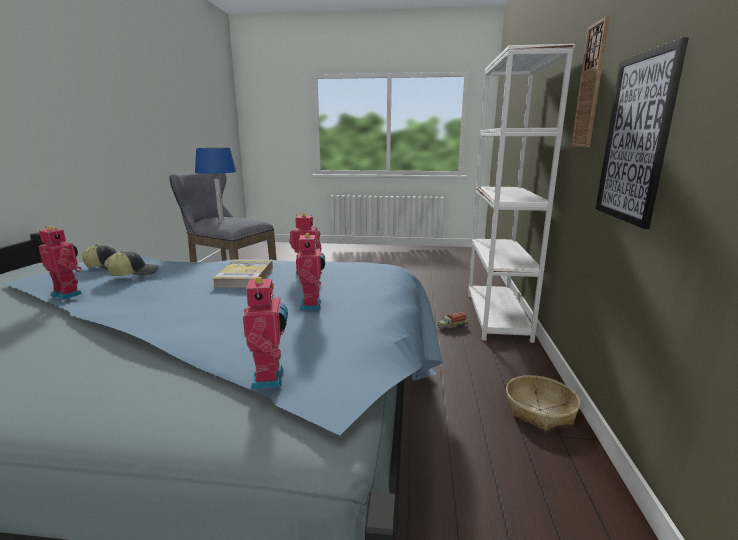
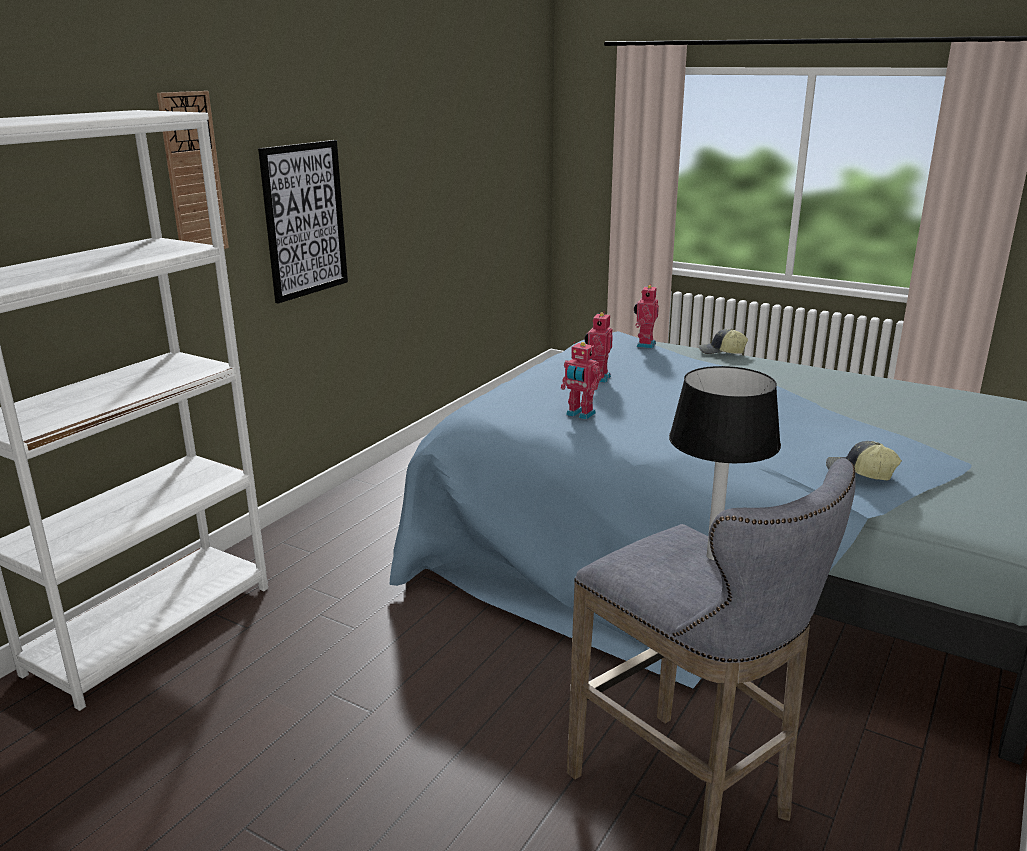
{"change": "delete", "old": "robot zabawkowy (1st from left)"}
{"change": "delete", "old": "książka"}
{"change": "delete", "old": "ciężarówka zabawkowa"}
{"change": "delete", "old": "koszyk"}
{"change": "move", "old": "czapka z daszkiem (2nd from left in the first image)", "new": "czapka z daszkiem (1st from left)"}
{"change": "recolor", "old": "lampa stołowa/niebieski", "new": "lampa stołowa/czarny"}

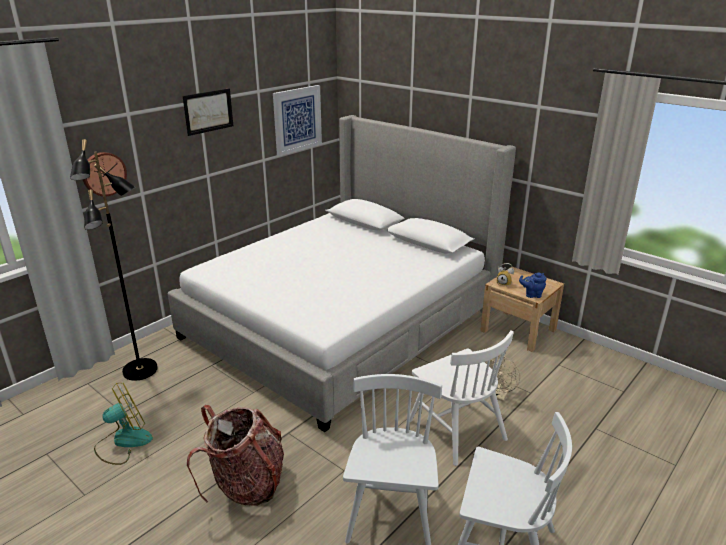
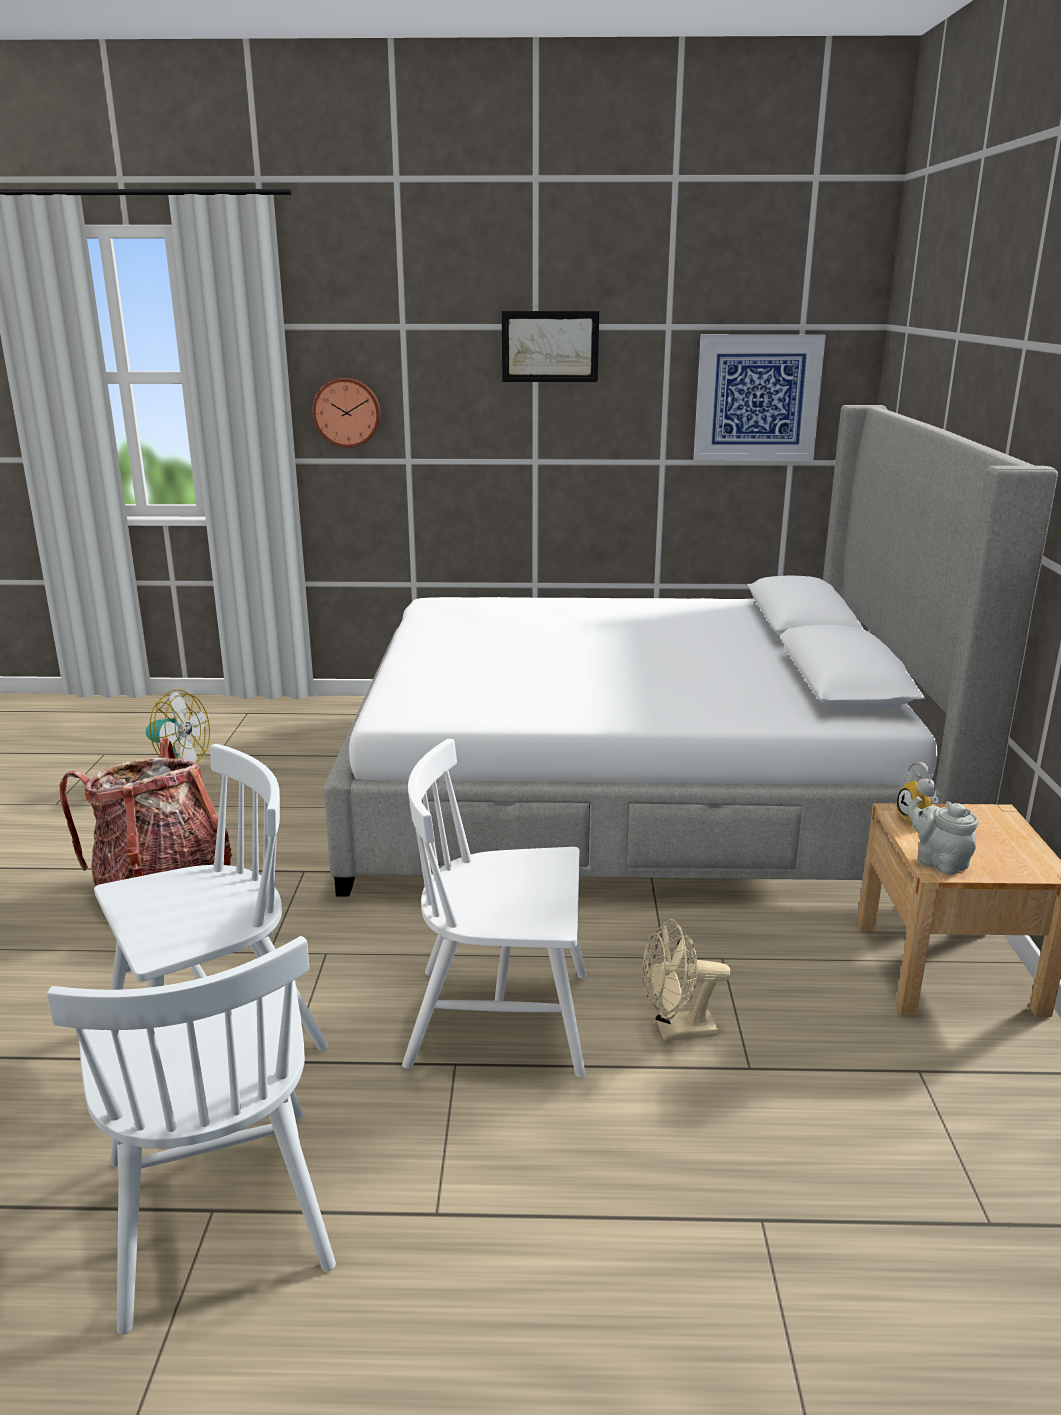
{"change": "delete", "old": "lampa stojąca/czarny"}
{"change": "recolor", "old": "imbryk/niebieski", "new": "imbryk/szary"}
{"change": "rotate", "old": "krzesło/biały (2nd from left in the first image)", "degrees": 75}

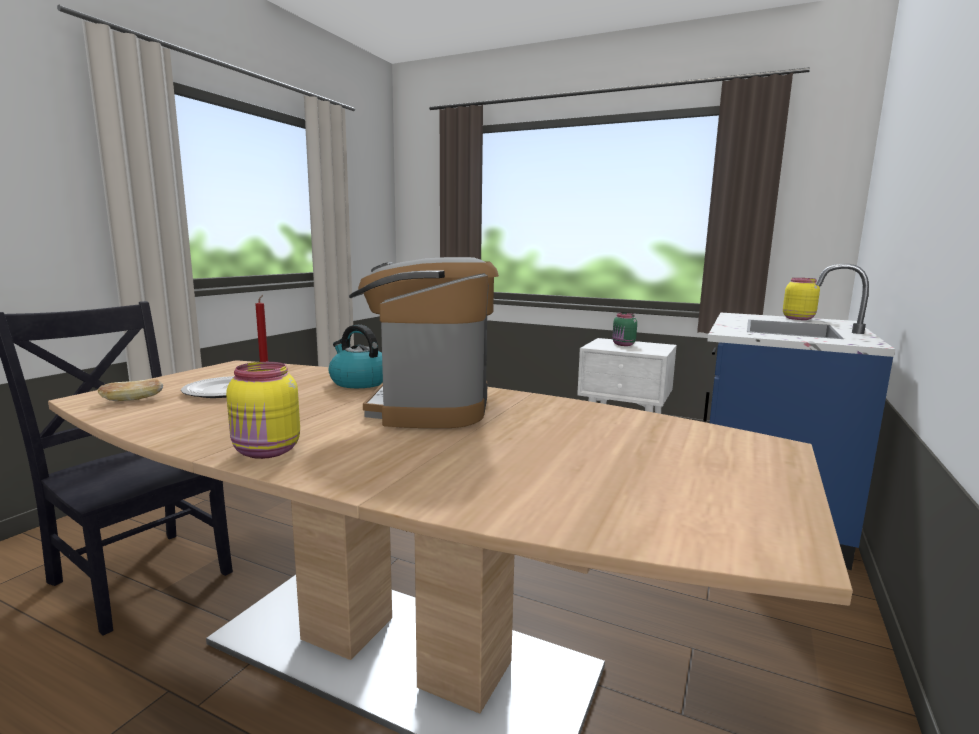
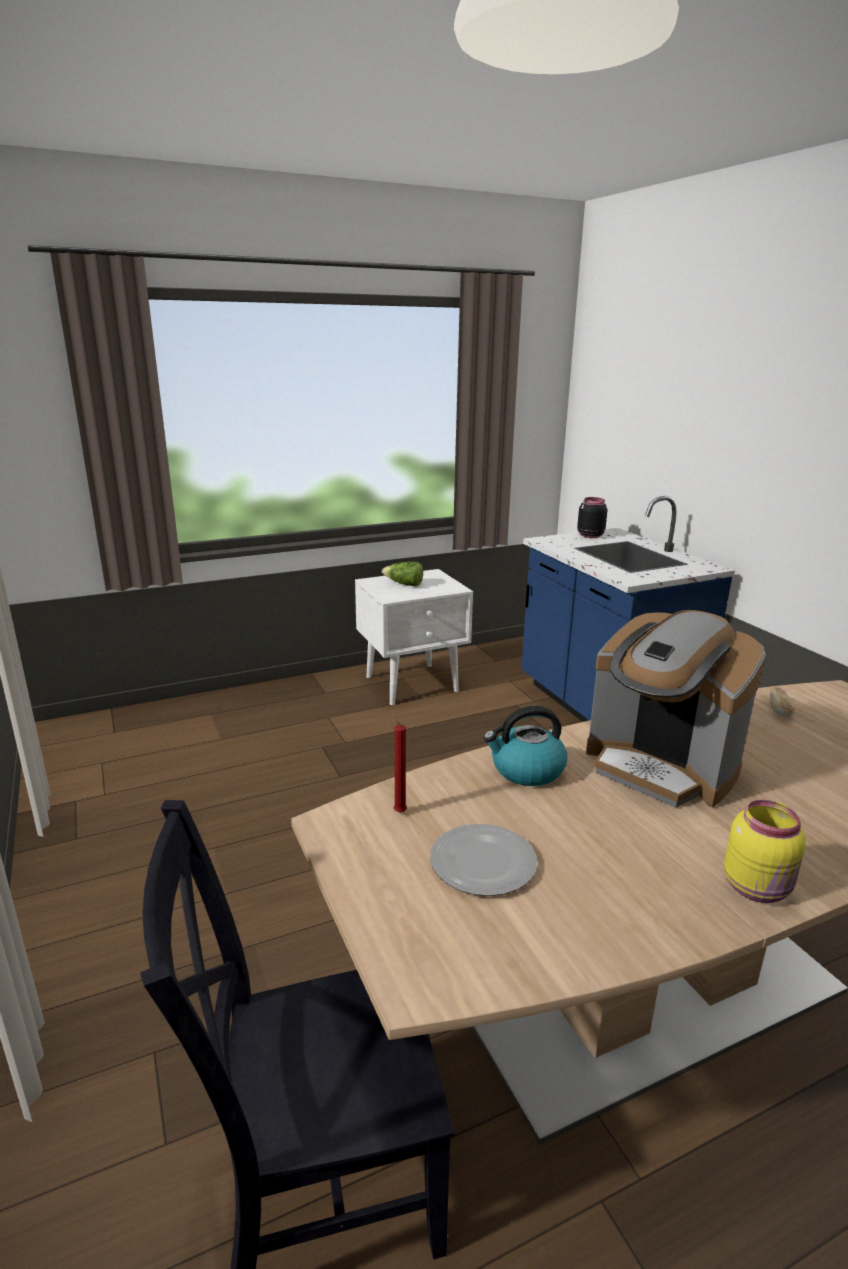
{"change": "move", "old": "chleb"}
{"change": "replace", "old": "słoik/zielony", "new": "sałata"}
{"change": "recolor", "old": "słoik/żółty (2nd from left)", "new": "słoik/czarny"}

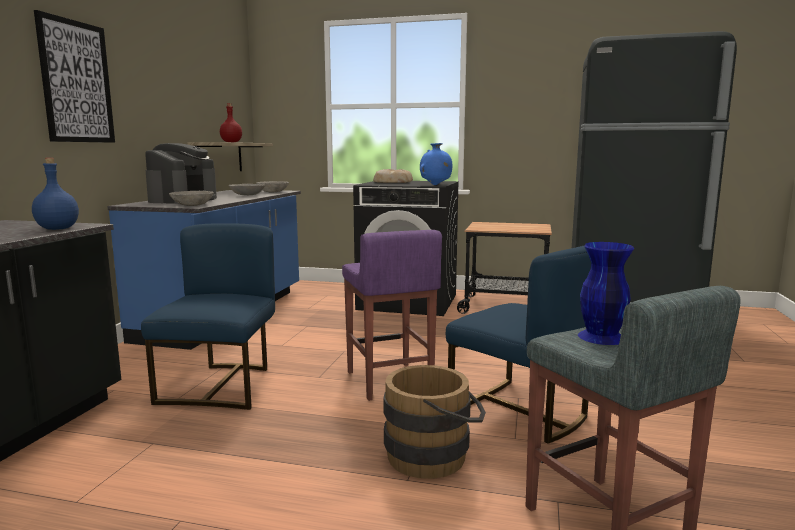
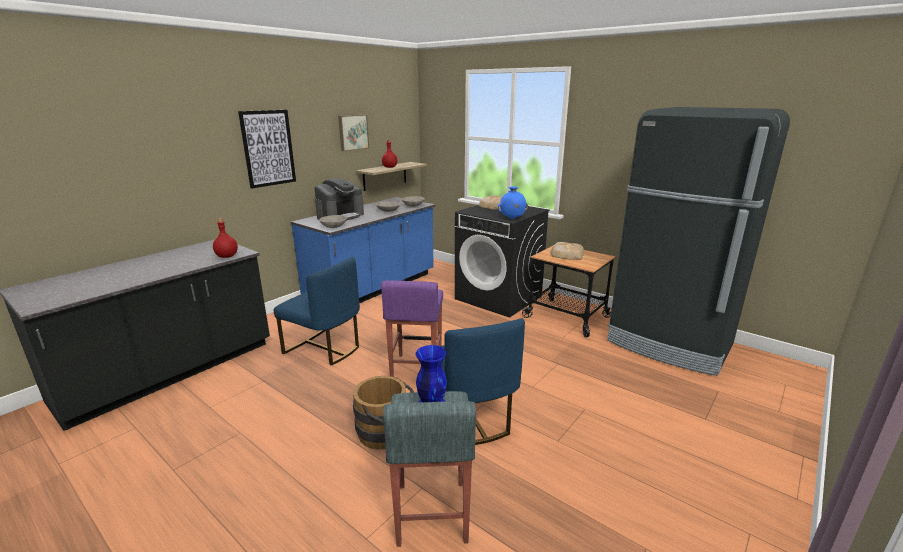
{"change": "insert", "new": "obraz (2nd from left)"}
{"change": "insert", "new": "chleb (2nd from left)"}
{"change": "recolor", "old": "butelka/niebieski", "new": "butelka/czerwony (1st from left)"}
{"change": "rotate", "old": "krzesło/niebieski (1st from left)", "degrees": 90}

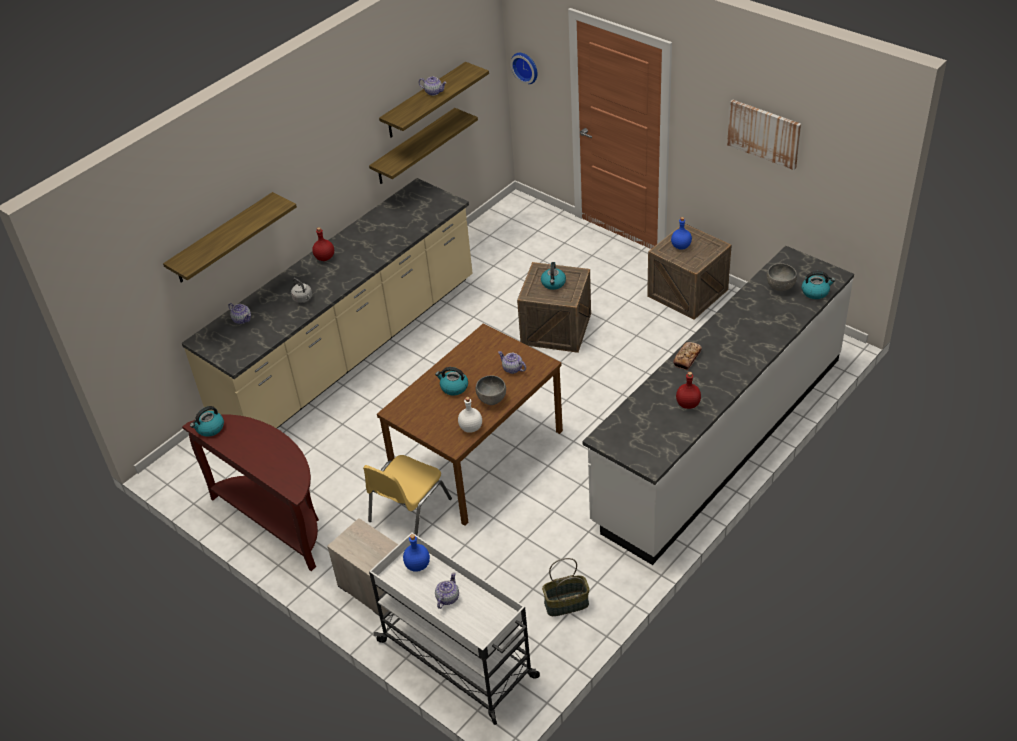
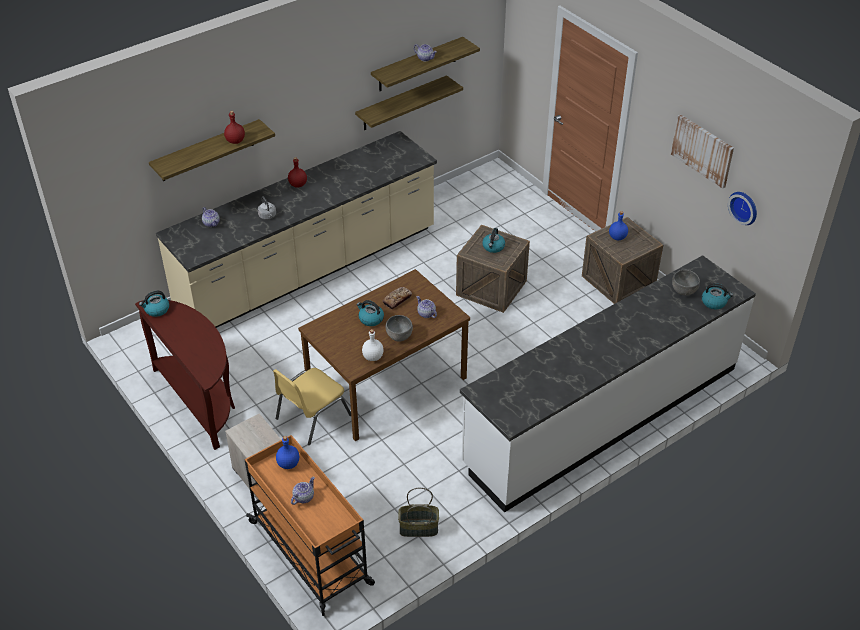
{"change": "move", "old": "zegar ścienny"}
{"change": "move", "old": "chleb"}
{"change": "move", "old": "butelka/czerwony (2nd from left in the first image)", "new": "butelka/czerwony (1st from left)"}
{"change": "recolor", "old": "wózek/biały", "new": "wózek/pomarańczowy"}

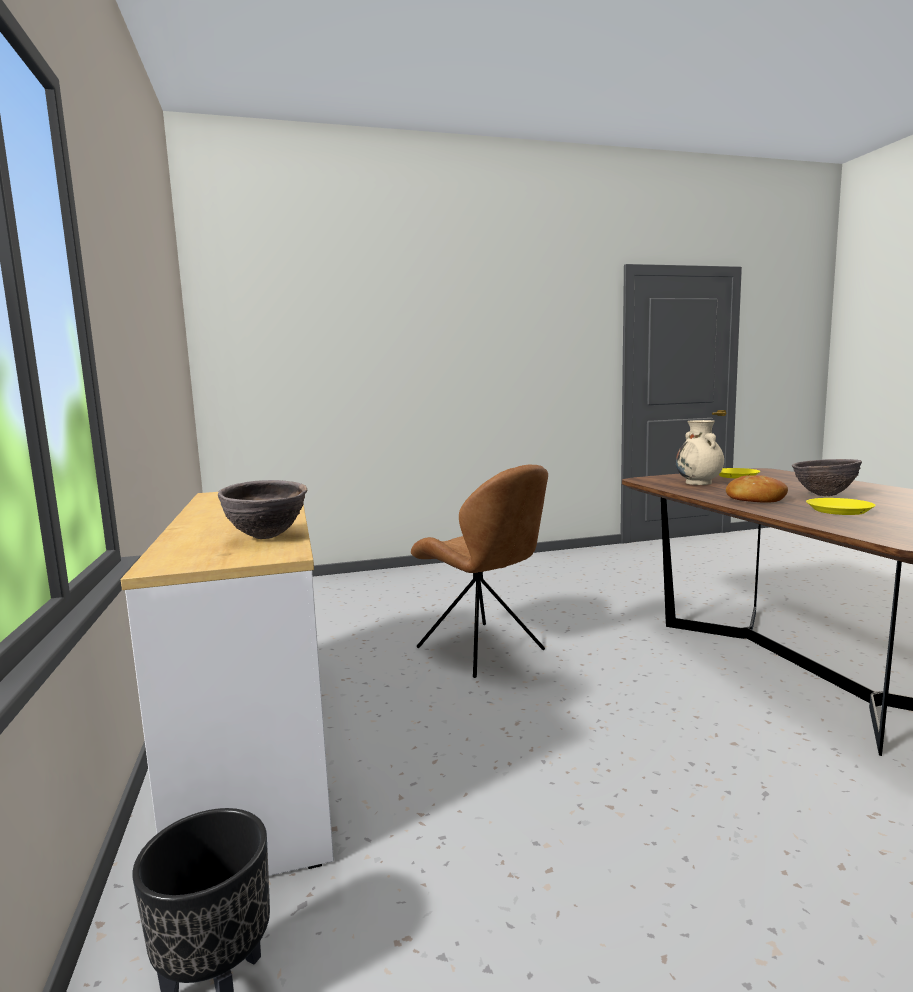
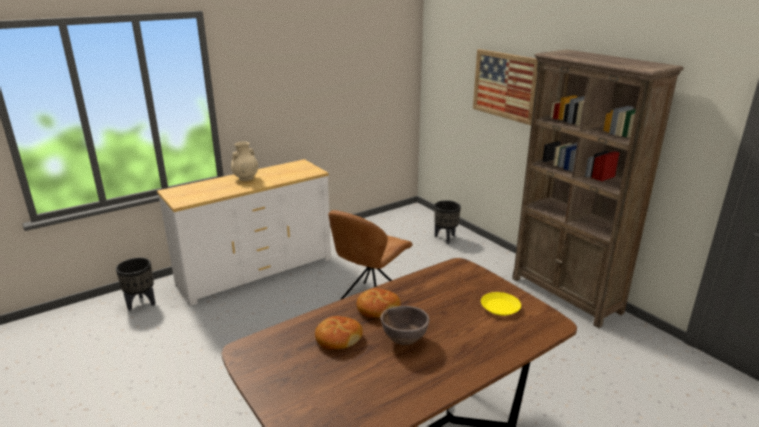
{"change": "delete", "old": "miska/brązowy (1st from left)"}
{"change": "insert", "new": "donica/czarny (2nd from left)"}
{"change": "insert", "new": "obraz"}
{"change": "insert", "new": "regał/brązowy"}
{"change": "move", "old": "wazon/beżowy"}
{"change": "replace", "old": "talerz/żółty (2nd from left)", "new": "chleb (1st from left)"}

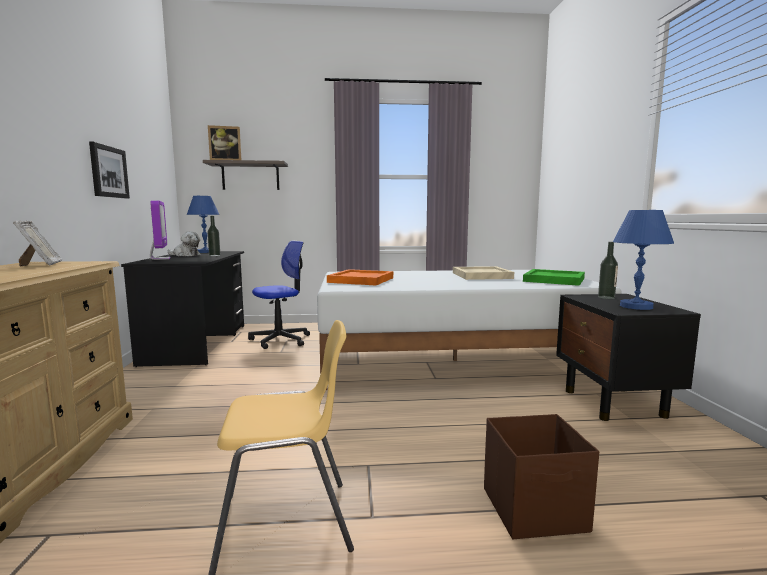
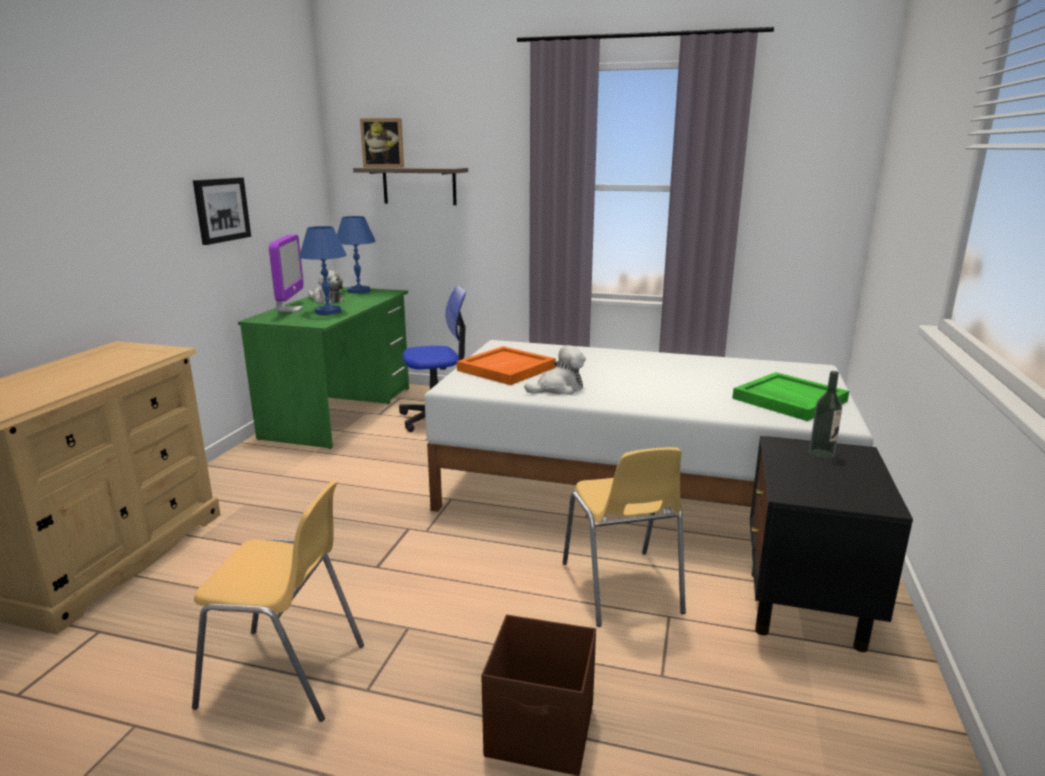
{"change": "delete", "old": "ramka na zdjęcie (1st from left)"}
{"change": "delete", "old": "butelka (1st from left)"}
{"change": "delete", "old": "taca/beżowy"}
{"change": "insert", "new": "pluszak (2nd from left)"}
{"change": "insert", "new": "krzesło/żółty (2nd from left)"}
{"change": "move", "old": "lampa stołowa/niebieski (2nd from left in the first image)", "new": "lampa stołowa/niebieski (1st from left)"}
{"change": "recolor", "old": "biurko/czarny", "new": "biurko/zielony"}

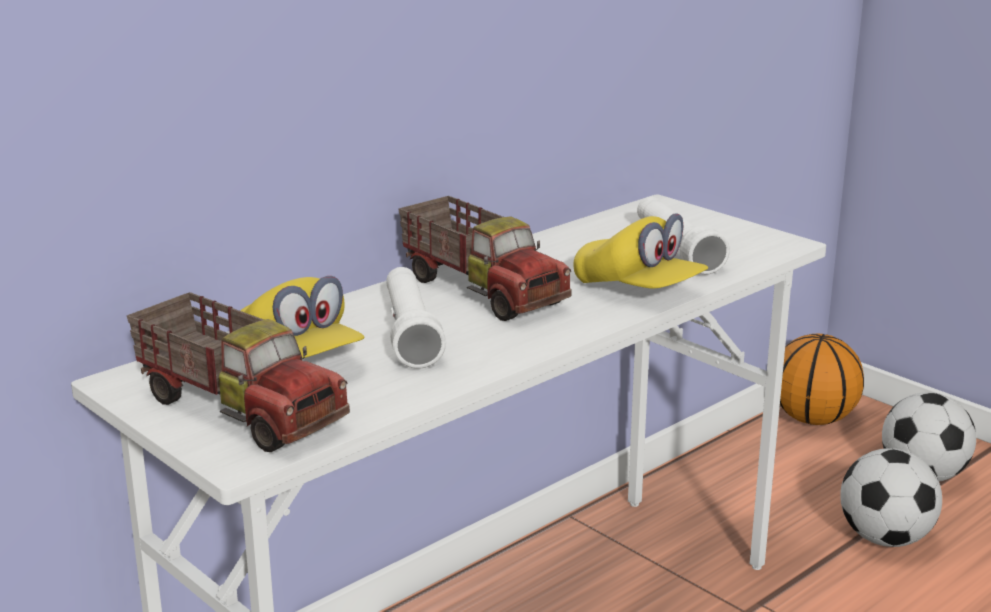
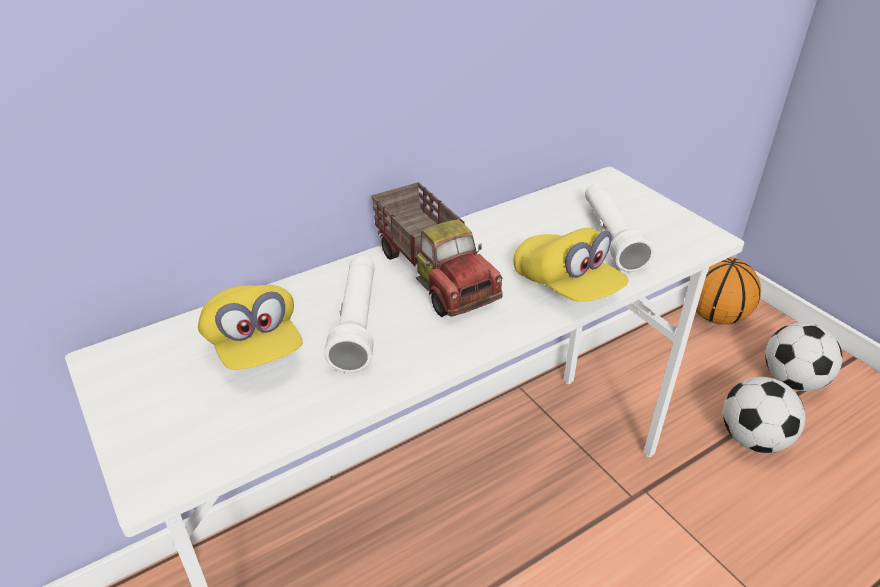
{"change": "delete", "old": "ciężarówka zabawkowa (1st from left)"}

